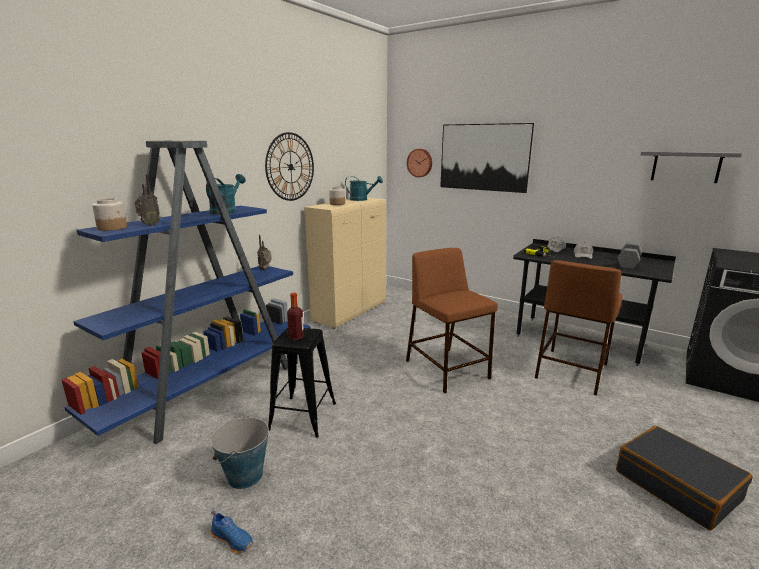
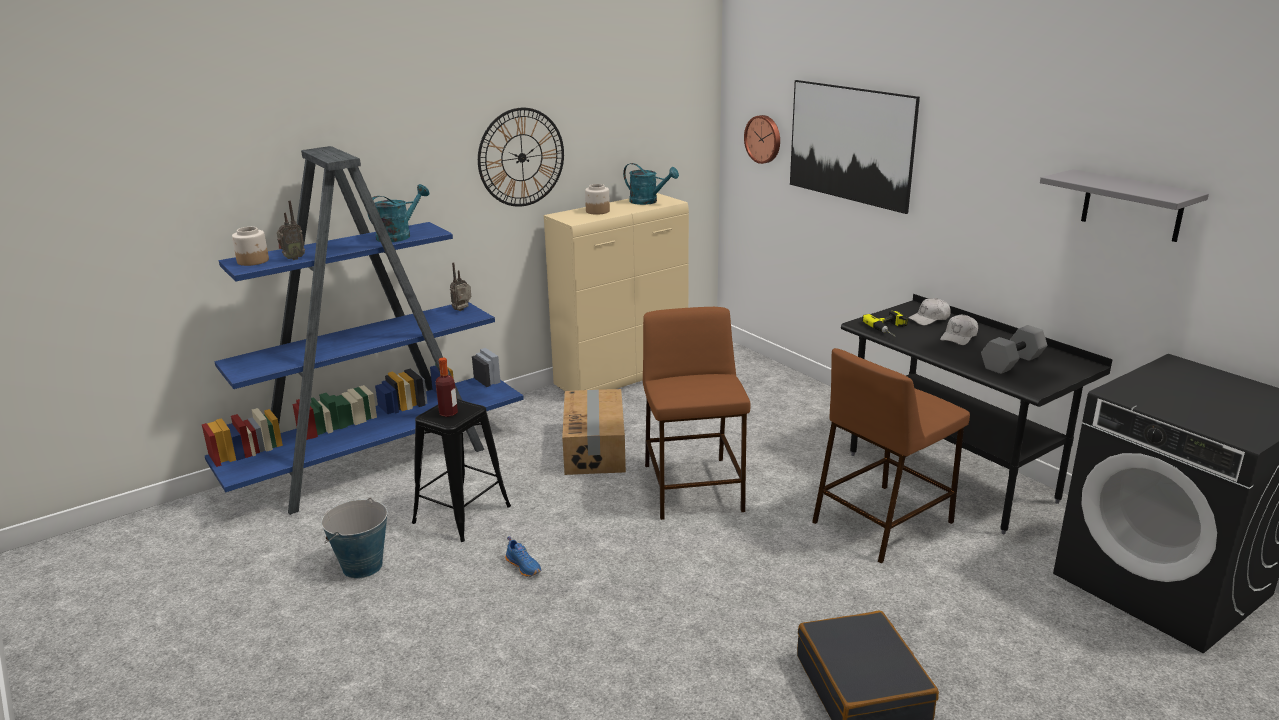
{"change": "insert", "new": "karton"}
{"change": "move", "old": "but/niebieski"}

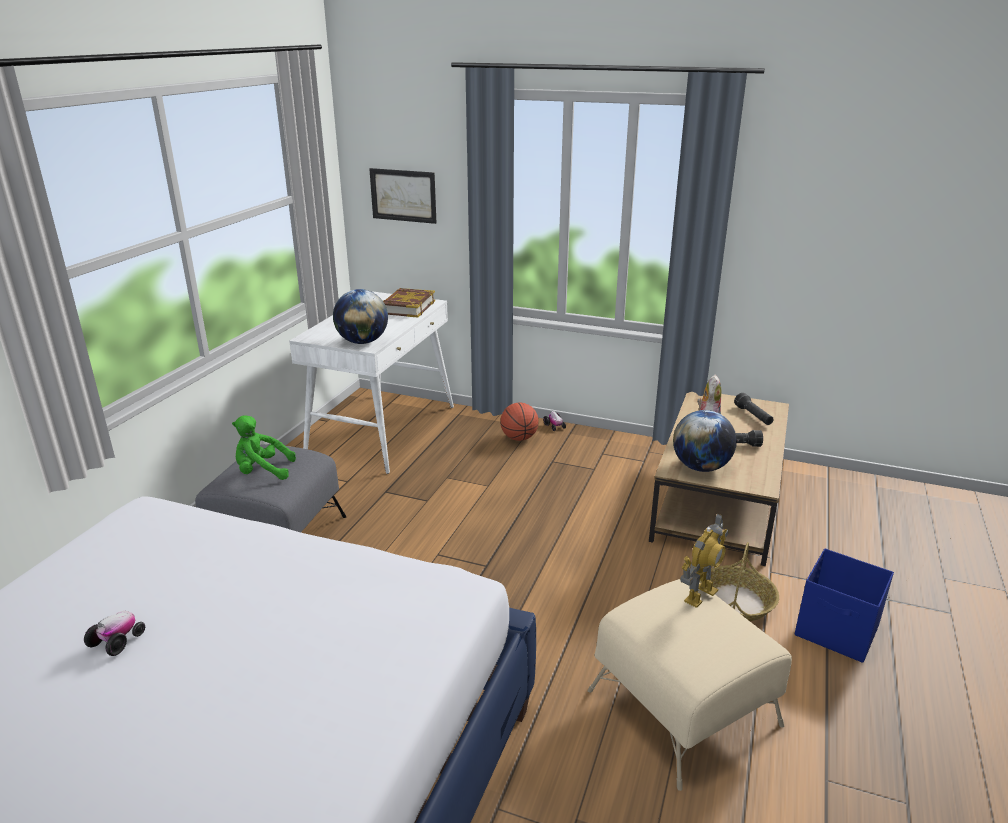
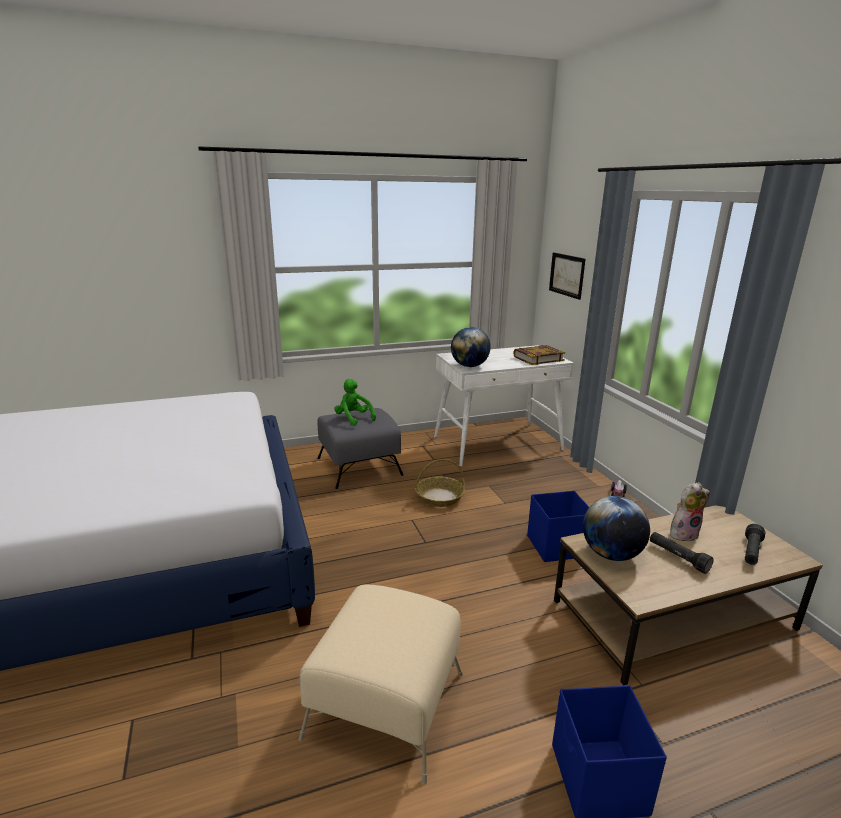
{"change": "delete", "old": "samochodzik (1st from left)"}
{"change": "delete", "old": "piłka do koszykówki"}
{"change": "delete", "old": "robot zabawkowy"}
{"change": "insert", "new": "pojemnik do przechowywania/niebieski (1st from left)"}
{"change": "move", "old": "koszyk"}

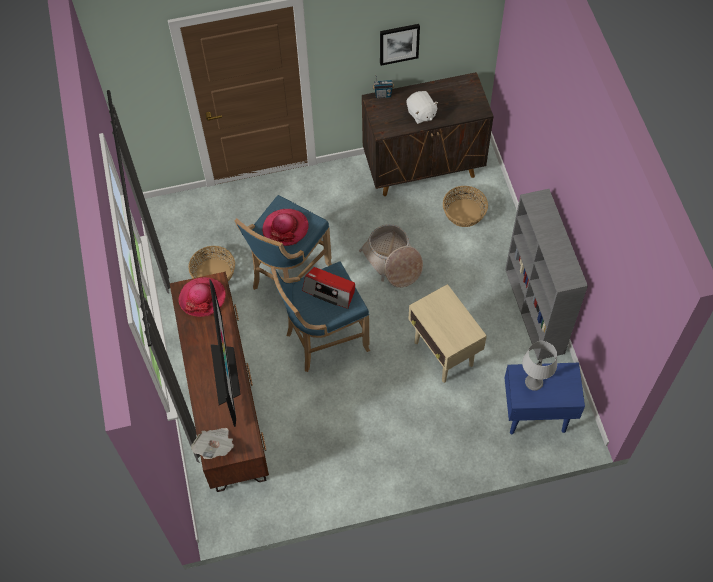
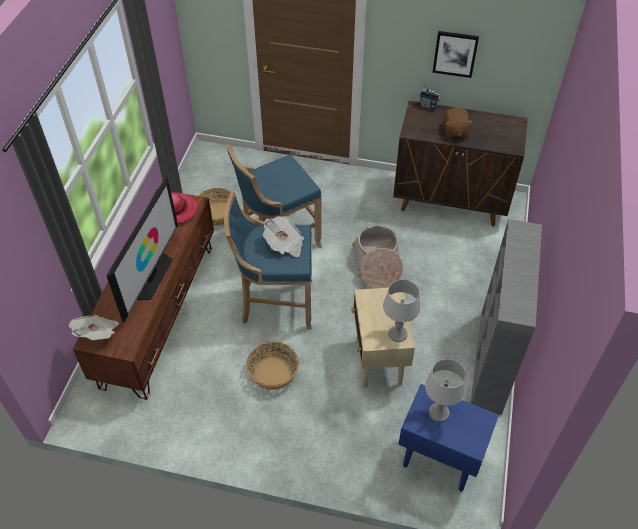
{"change": "delete", "old": "kapelusz (2nd from left)"}
{"change": "insert", "new": "lampa stołowa/szary (1st from left)"}
{"change": "move", "old": "koszyk (3rd from left in the first image)", "new": "koszyk (2nd from left)"}
{"change": "replace", "old": "radio (1st from left)", "new": "gazeta (2nd from left)"}
{"change": "recolor", "old": "pluszak/biały", "new": "pluszak/brązowy"}

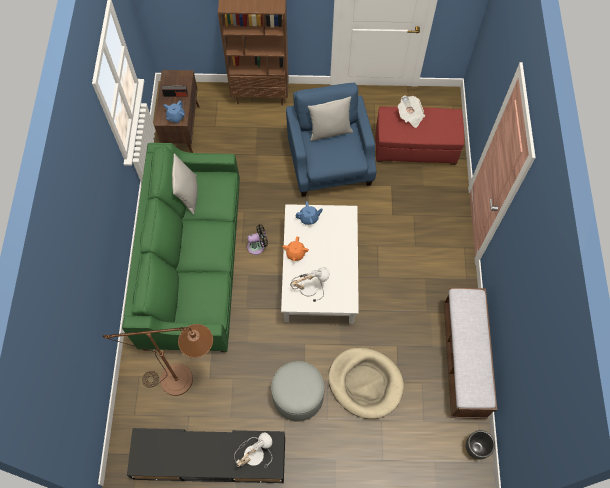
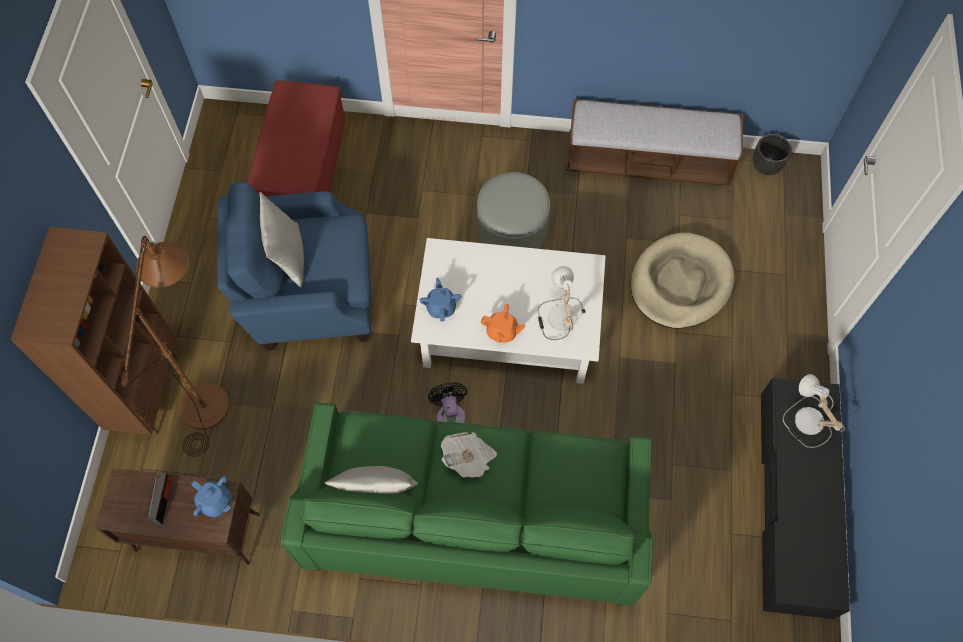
{"change": "move", "old": "lampa stojąca/brązowy"}
{"change": "move", "old": "pufa/szary"}
{"change": "move", "old": "gazeta"}

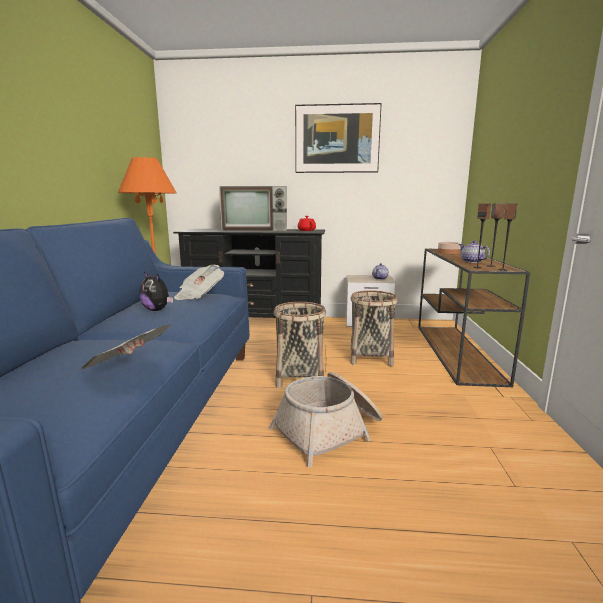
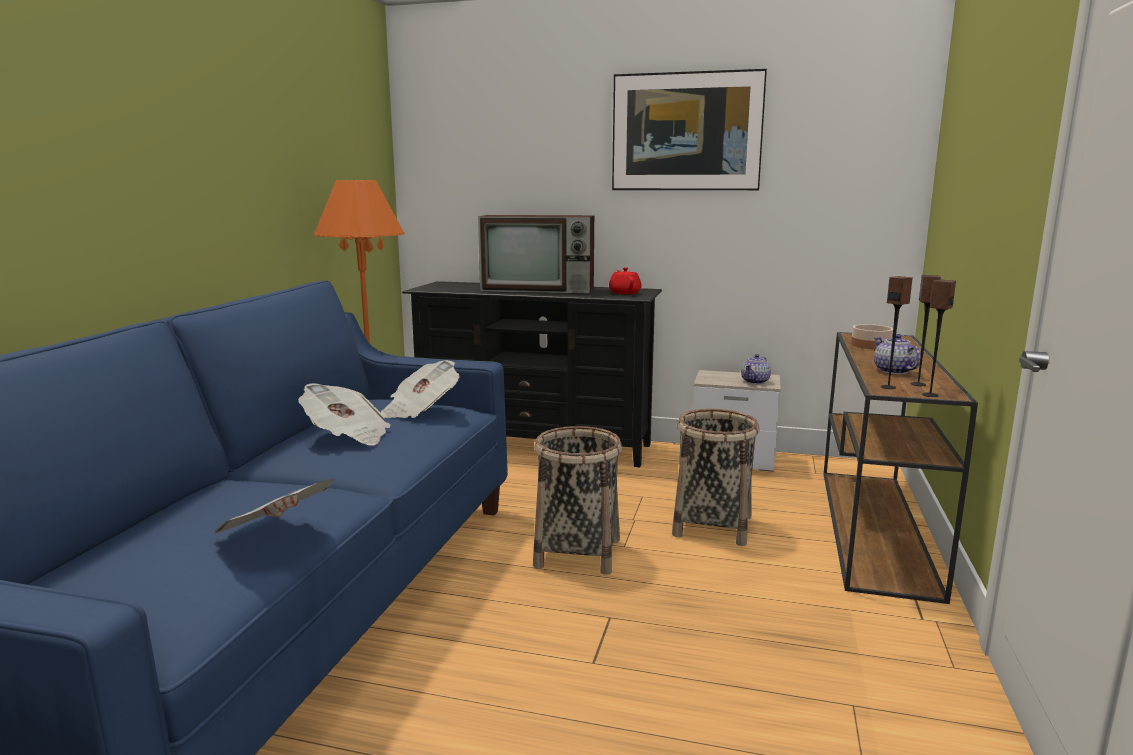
{"change": "delete", "old": "koszyk (2nd from left)"}
{"change": "replace", "old": "pluszak", "new": "gazeta (2nd from left)"}

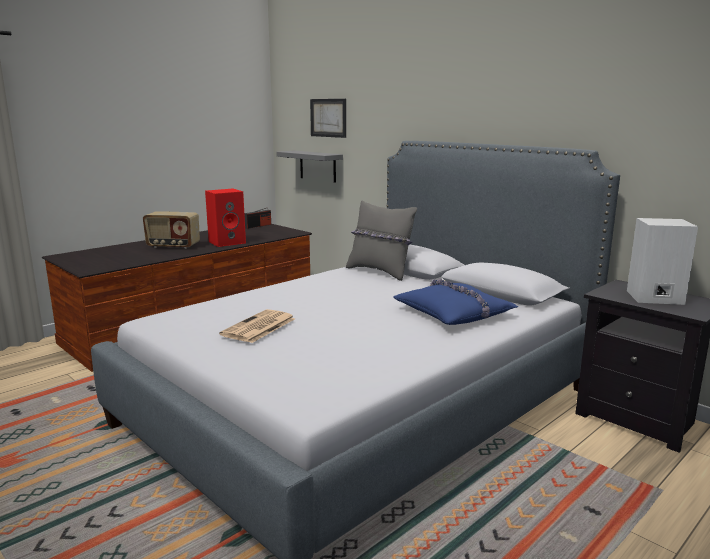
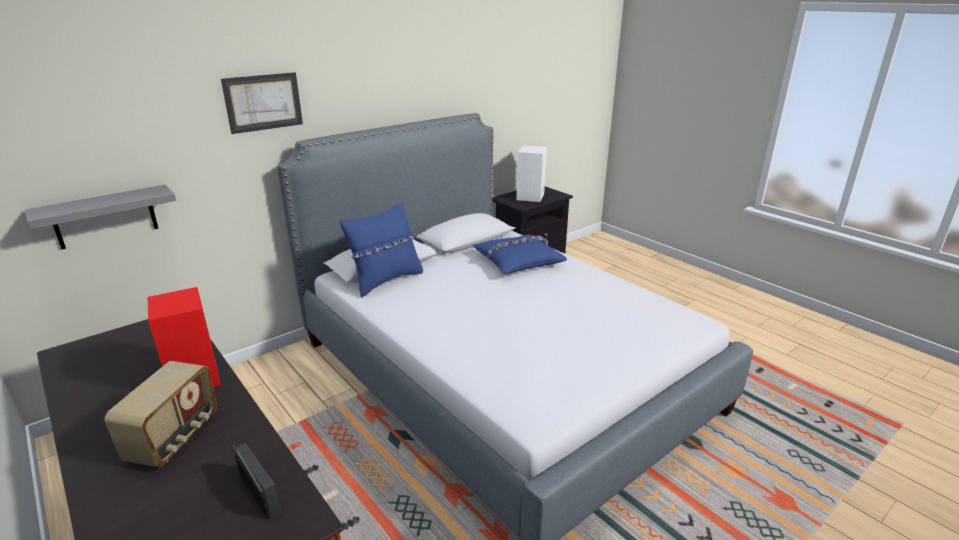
{"change": "delete", "old": "gazeta"}
{"change": "move", "old": "radio (2nd from left)"}
{"change": "move", "old": "obraz"}
{"change": "recolor", "old": "poduszka/szary", "new": "poduszka/niebieski (1st from left)"}

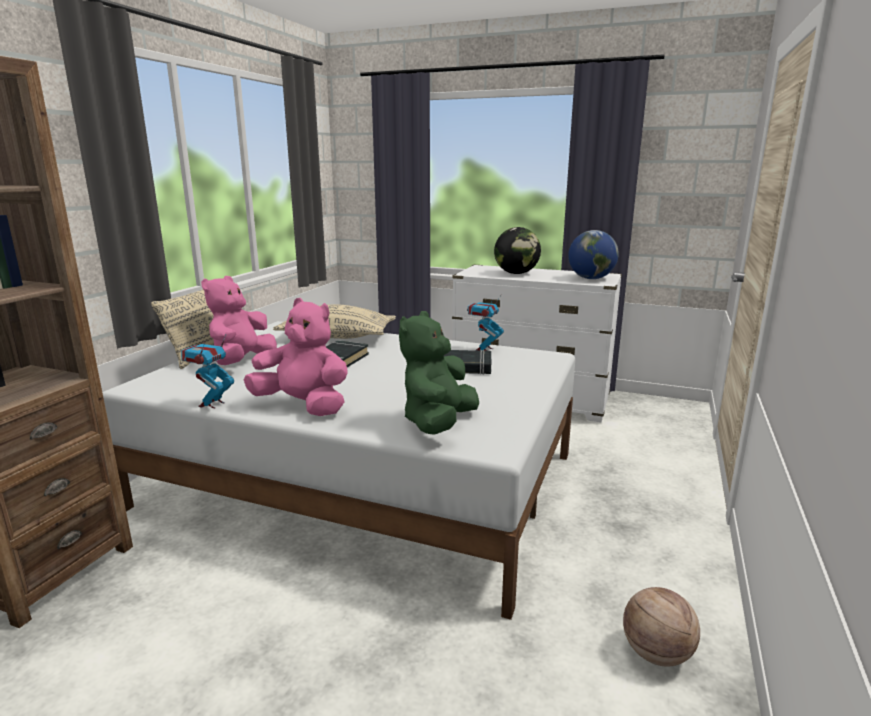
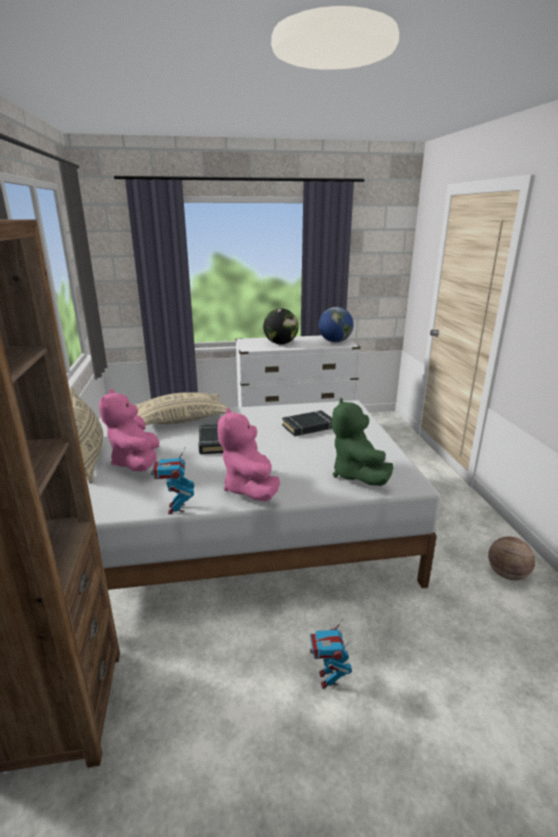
{"change": "move", "old": "robot zabawkowy (2nd from left)"}
{"change": "rotate", "old": "pluszak/różowy (2nd from left)", "degrees": -90}

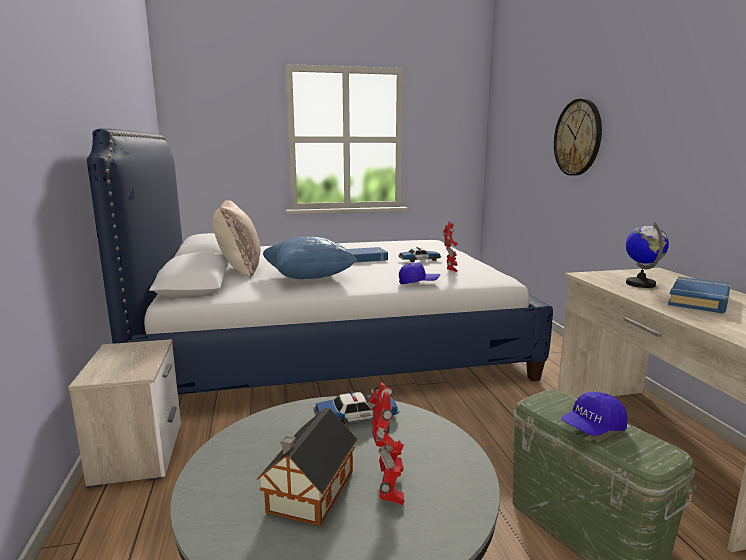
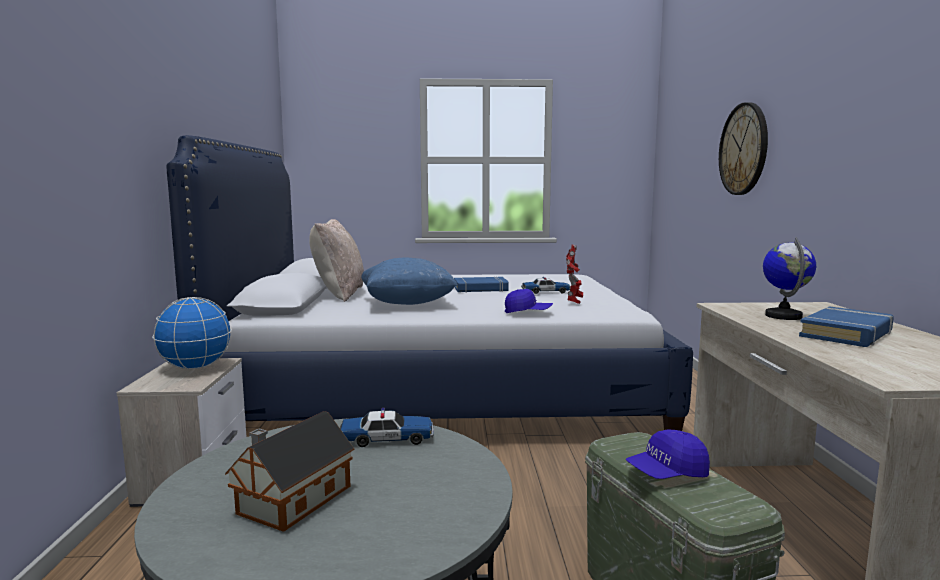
{"change": "delete", "old": "robot zabawkowy (1st from left)"}
{"change": "insert", "new": "globus (1st from left)"}

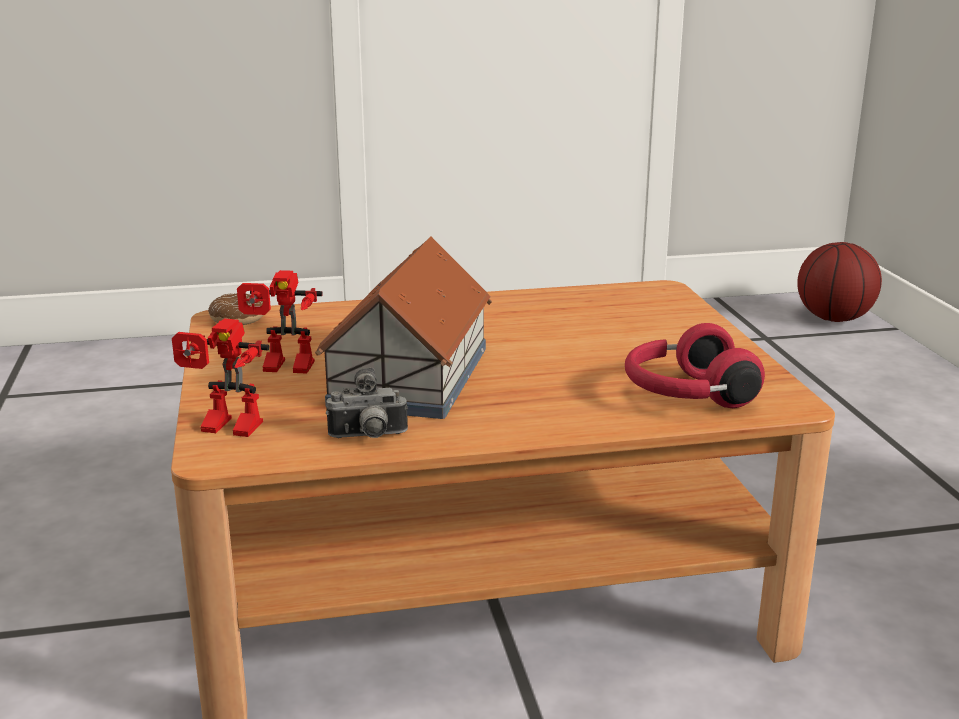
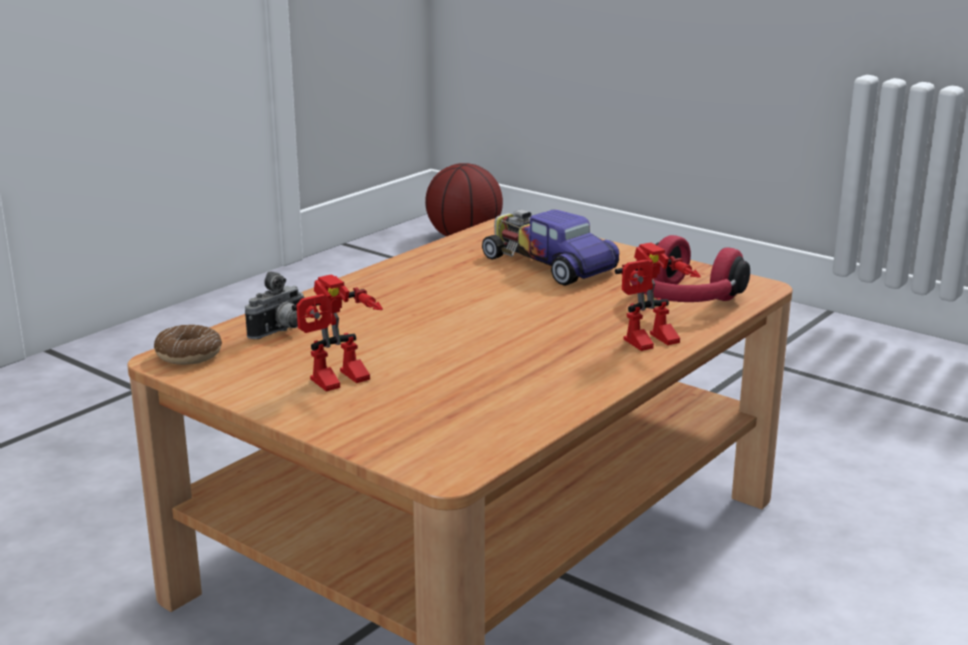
{"change": "delete", "old": "domek"}
{"change": "insert", "new": "samochodzik"}
{"change": "move", "old": "robot zabawkowy (1st from left in the first image)", "new": "robot zabawkowy (2nd from left)"}
{"change": "move", "old": "aparat fotograficzny"}

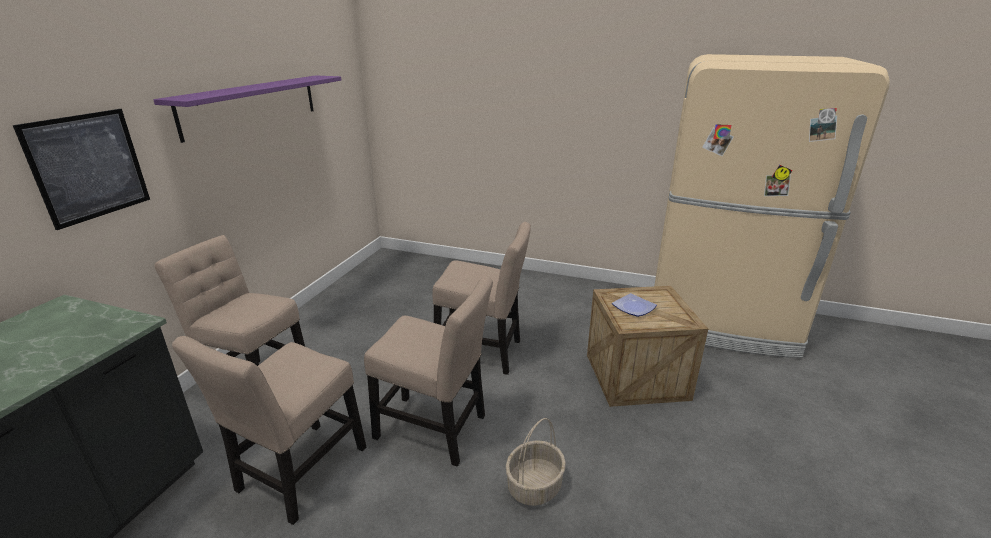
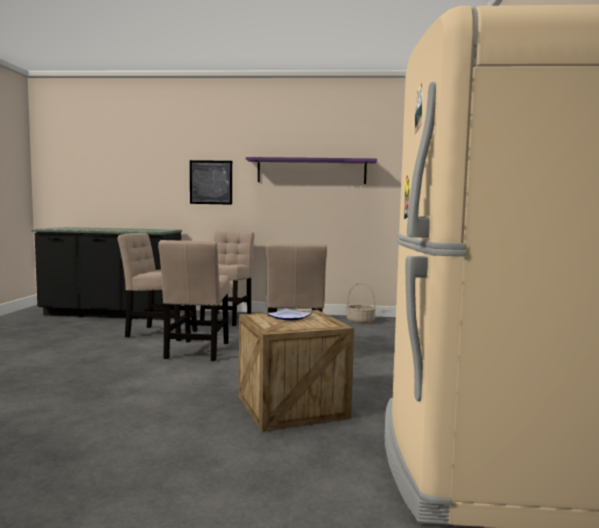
{"change": "move", "old": "koszyk"}

